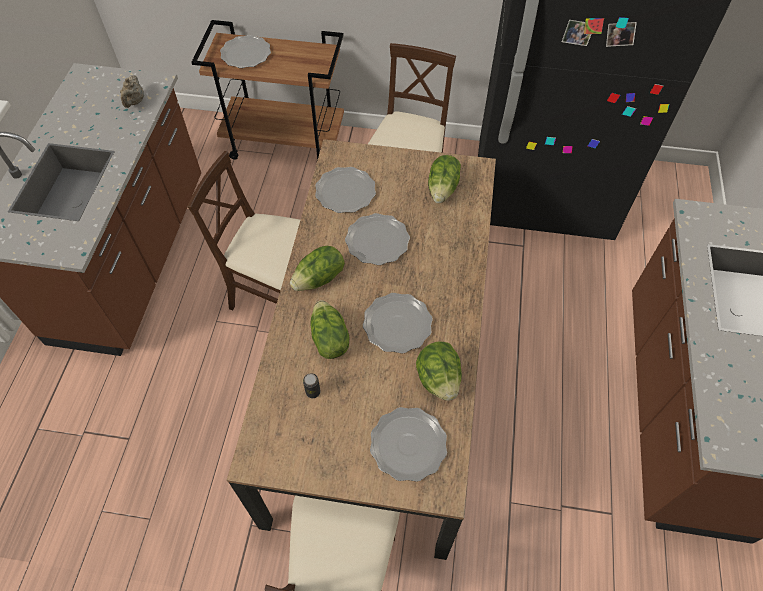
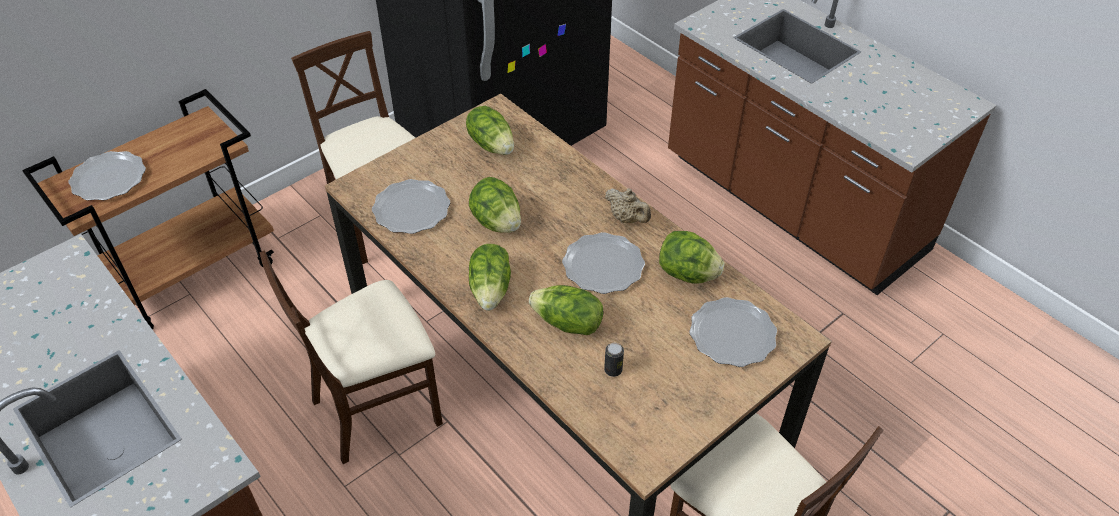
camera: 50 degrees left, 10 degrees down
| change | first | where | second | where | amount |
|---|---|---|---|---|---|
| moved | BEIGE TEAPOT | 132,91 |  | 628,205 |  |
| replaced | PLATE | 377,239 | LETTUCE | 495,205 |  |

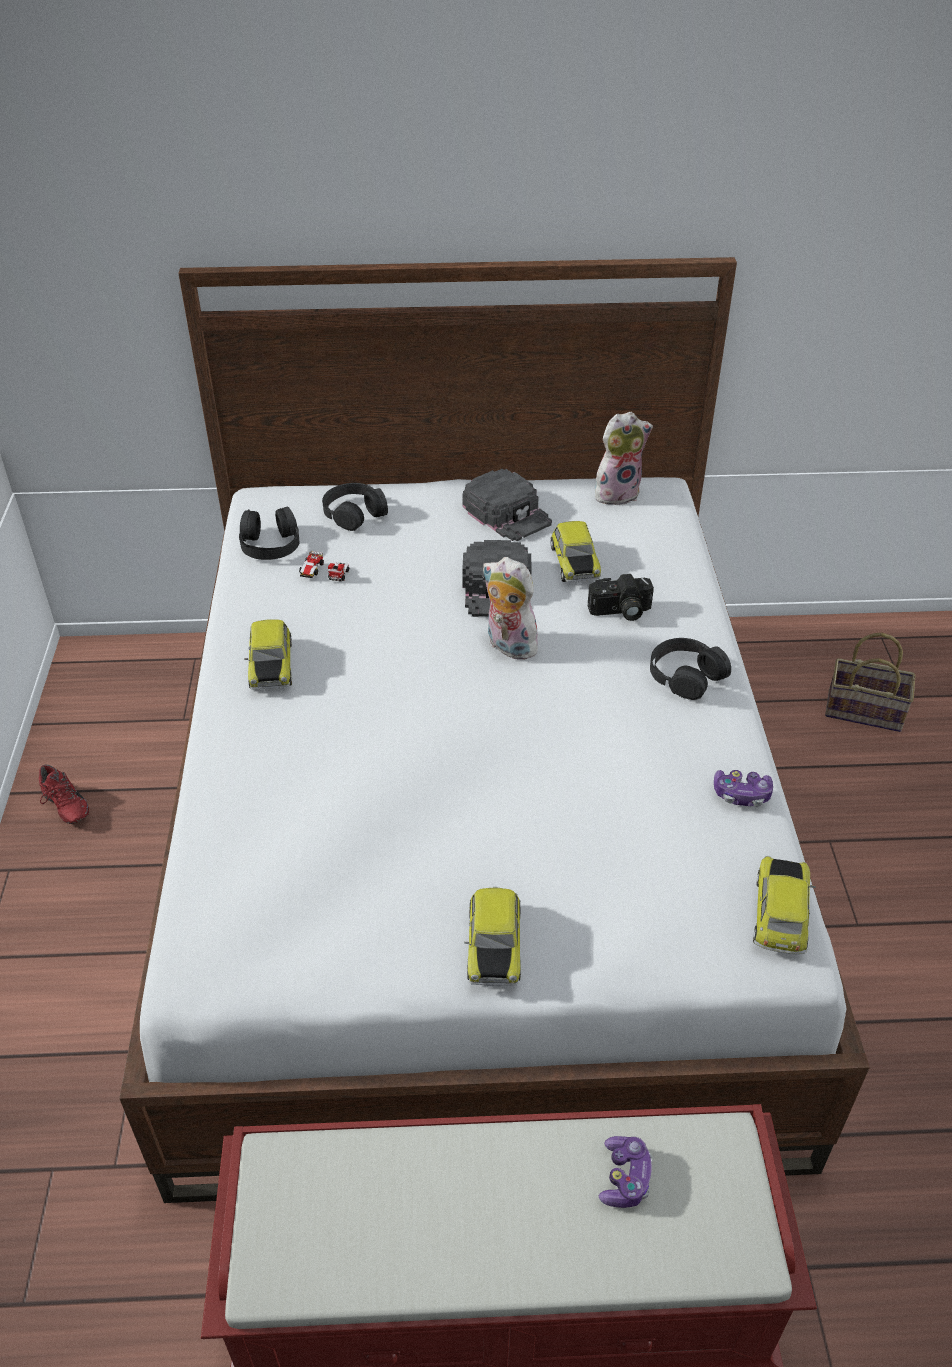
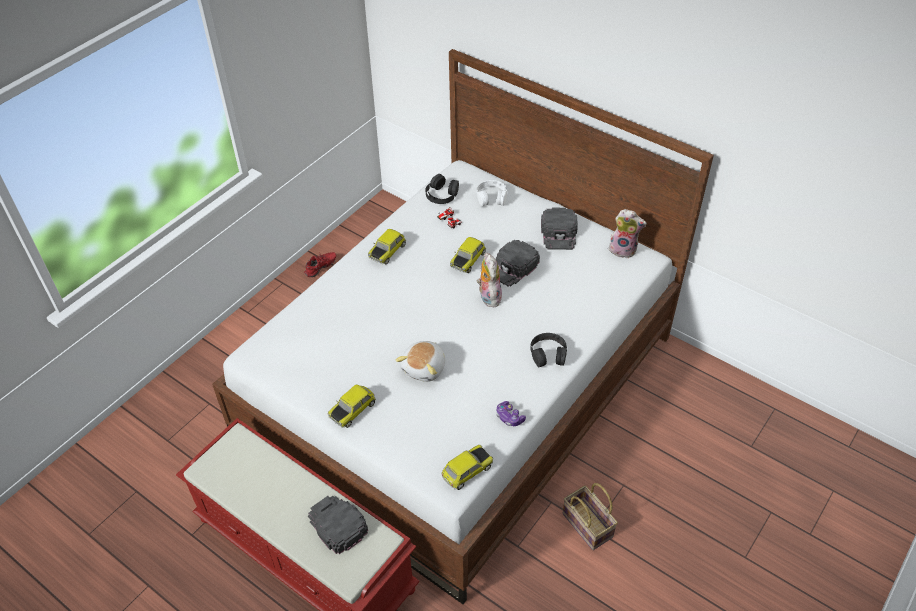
camera: 40 degrees right, 5 degrees up
| change | first | where | second | where | amount |
|---|---|---|---|---|---|
| recoloured | BLACK HEADPHONES | 355,507 | WHITE HEADPHONES | 492,193 |  |
| moved | TOY CAR | 575,552 |  | 468,255 |  |
| removed | PHOTO CAMERA | 621,597 |  |  |  |
| moved | BASKET | 870,682 |  | 590,516 |  |
| turned | RED SHOE | 64,794 |  | 320,264 | 135 degrees counterclockwise |
| replaced | GAME CONTROLLER | 626,1172 | BLACK CAP | 338,525 |  |
| added |  |  | PLUSH TOY | 420,361 |  |

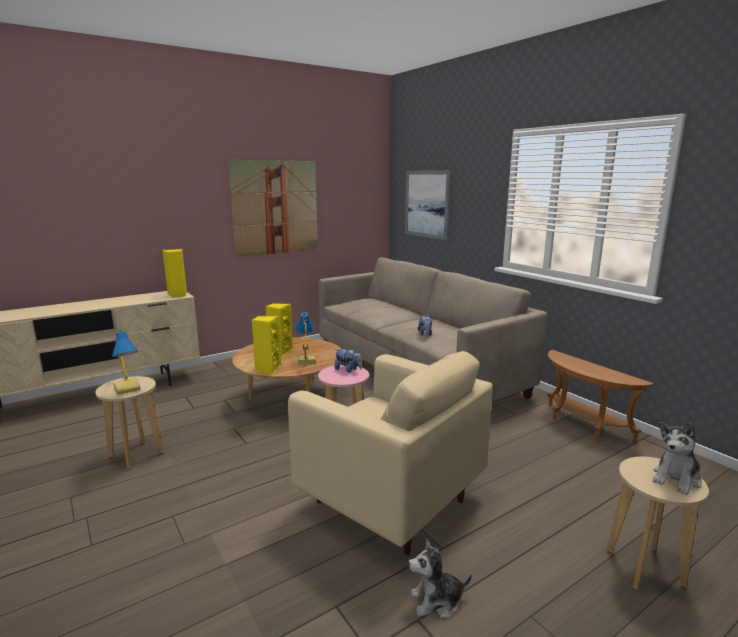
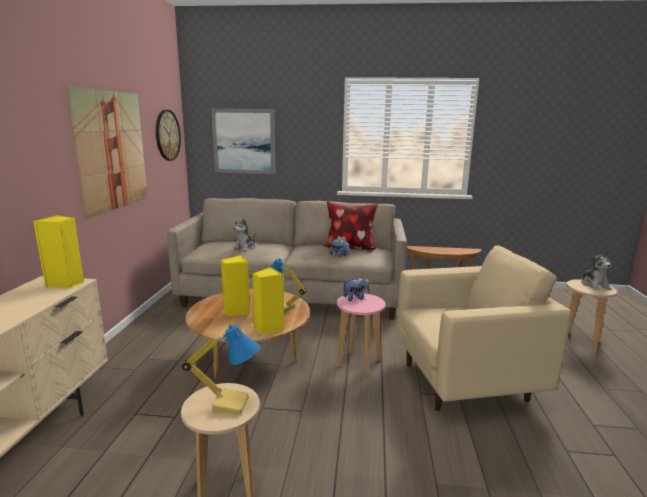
camera: 50 degrees left, 0 degrees up
| change | first | where | second | where | amount |
|---|---|---|---|---|---|
| moved | PLUSH TOY | 440,579 |  | 244,234 |  |
| added |  |  | WALL CLOCK | 168,135 |  |
| added |  |  | PILLOW | 350,226 |  |

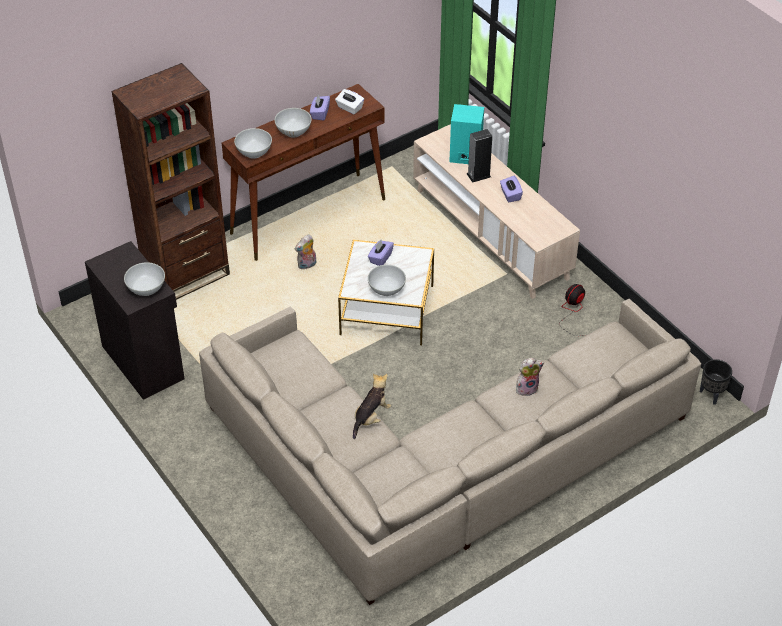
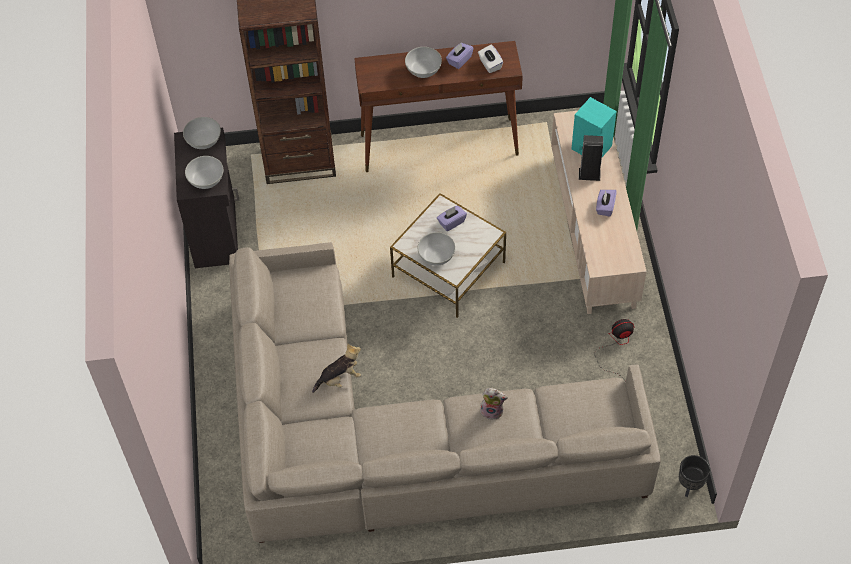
camera: 30 degrees right, 10 degrees up
| change | first | where | second | where | amount |
|---|---|---|---|---|---|
| moved | WHITE BOWL | 253,143 |  | 202,133 |  |
| removed | PLUSH TOY | 305,251 |  |  |  |

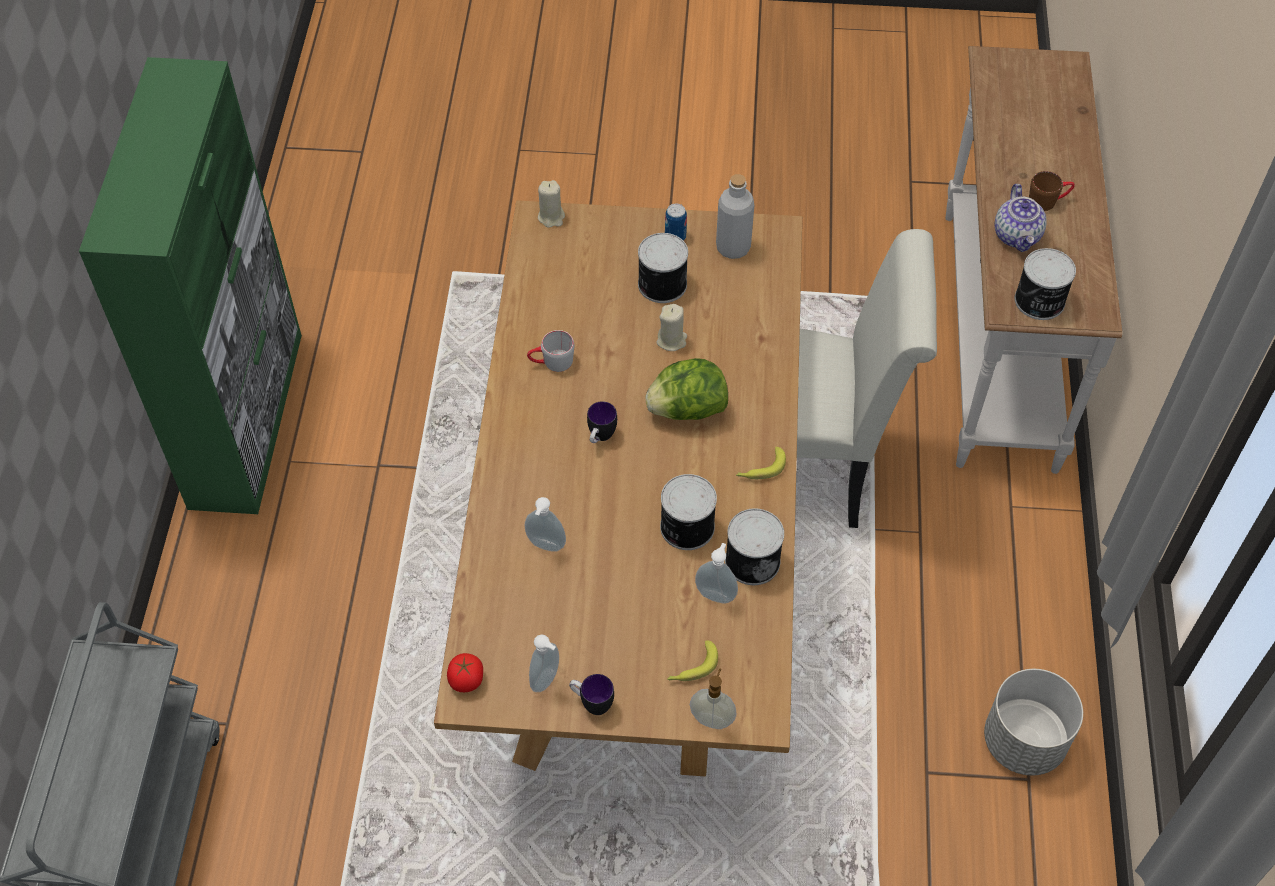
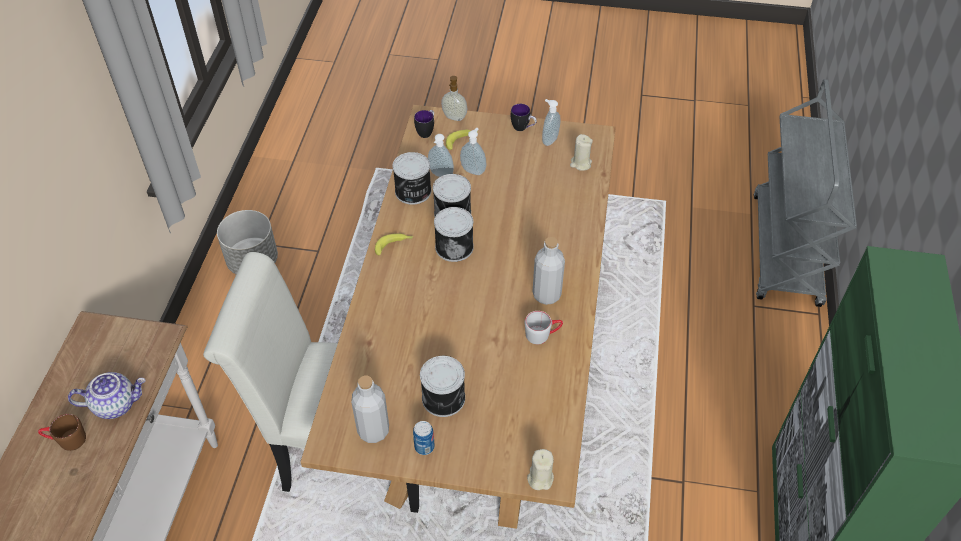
camera: 175 degrees left, 5 degrees down
| change | first | where | second | where | amount |
|---|---|---|---|---|---|
| turned | TEAPOT | 1021,218 |  | 107,395 | 75 degrees clockwise |
| moved | CAN | 1045,284 |  | 454,234 |  |
| moved | BEIGE CANDLE | 671,327 |  | 581,152 |  |
| removed | LETTUCE | 686,389 |  |  |  |
| moved | MUG | 602,422 |  | 424,124 |  |
| moved | SOAP DISPENSER | 545,524 |  | 473,151 |  |
| removed | TOMATO | 465,672 |  |  |  |
| added |  |  | GREY BOTTLE | 549,271 |  |

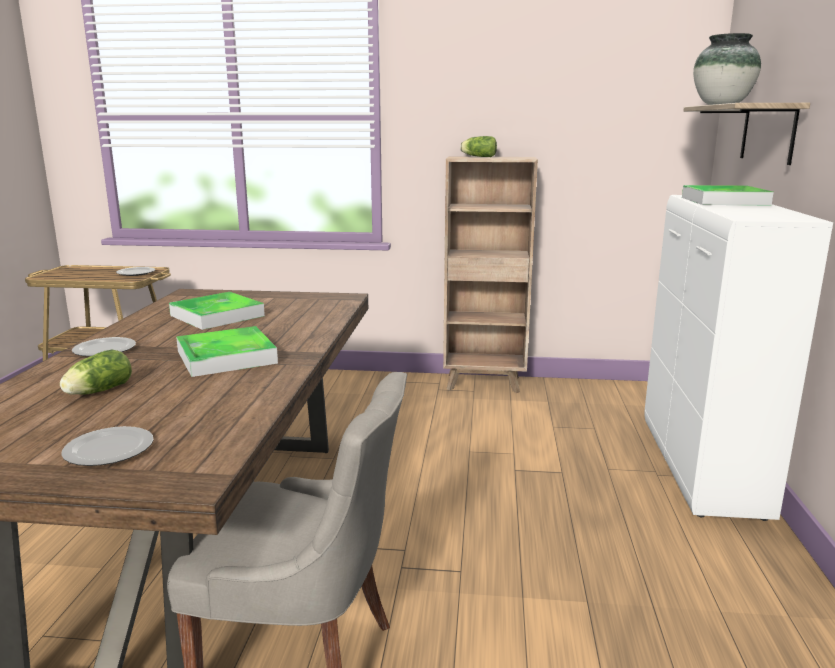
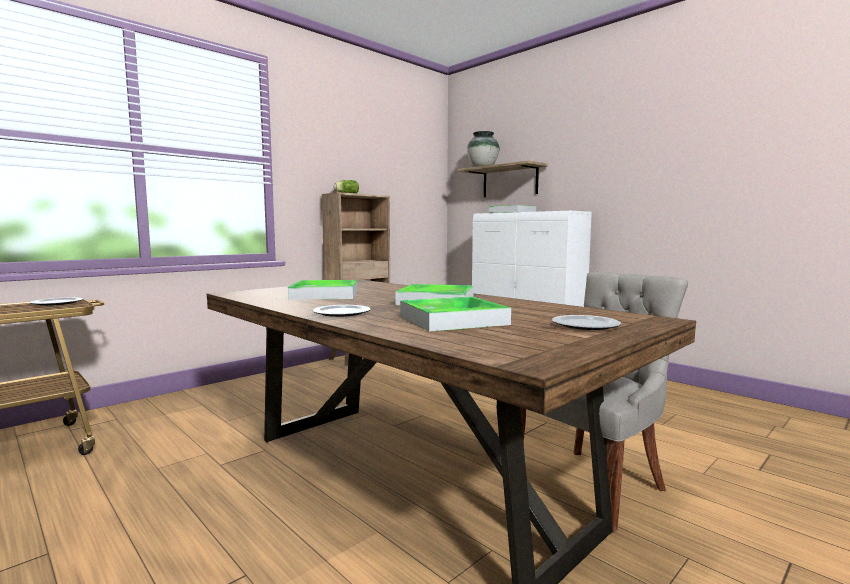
camera: 50 degrees left, 10 degrees down
| change | first | where | second | where | amount |
|---|---|---|---|---|---|
| replaced | LETTUCE | 96,372 | TRAY | 455,314 |  |

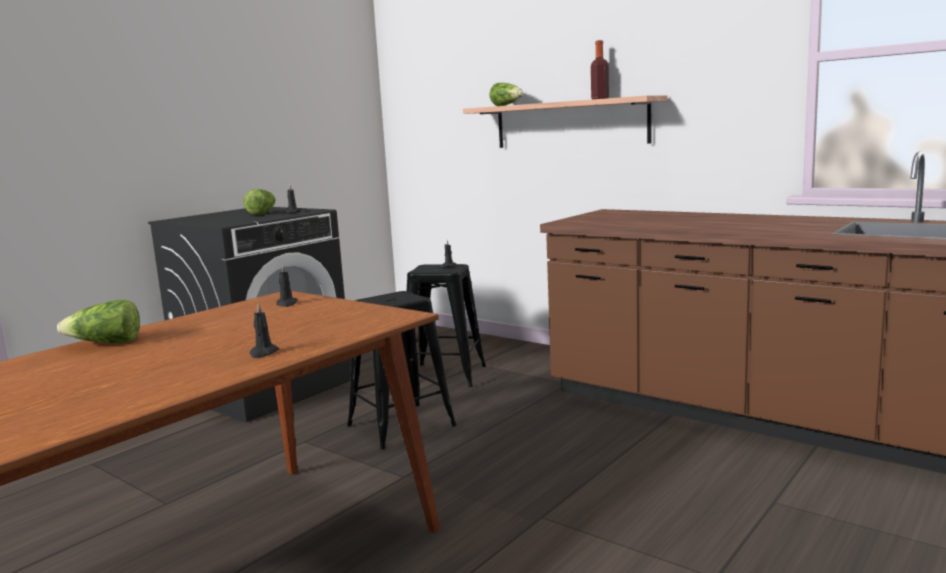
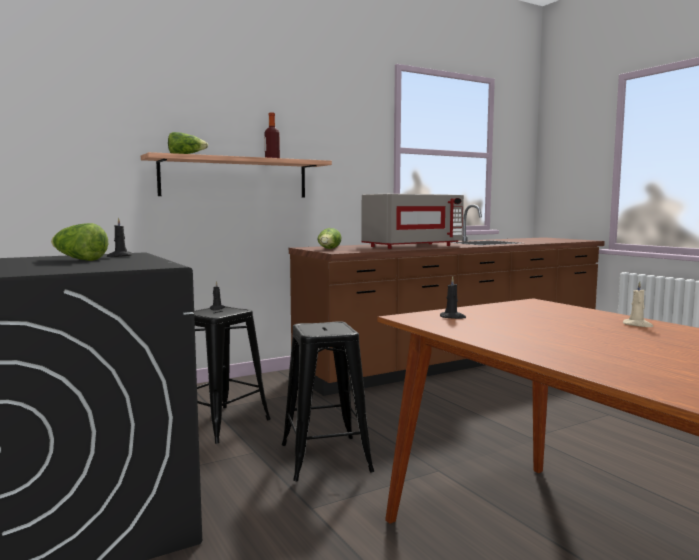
camera: 70 degrees left, 5 degrees down
| change | first | where | second | where | amount |
|---|---|---|---|---|---|
| moved | LETTUCE | 98,321 |  | 329,238 |  |
| recoloured | BLACK CANDLE | 264,330 | BEIGE CANDLE | 638,304 |  |
| added |  |  | GREY MICROWAVE | 413,221 |  |

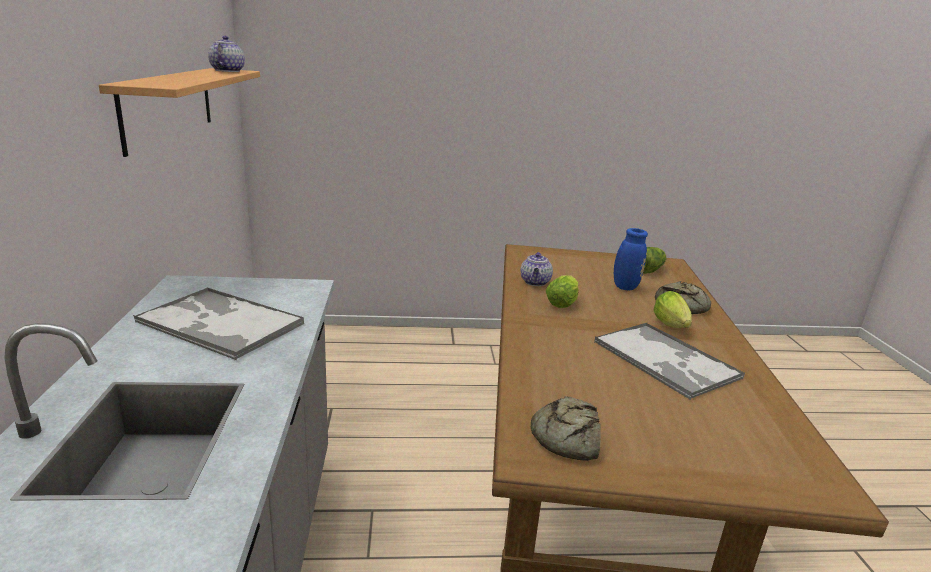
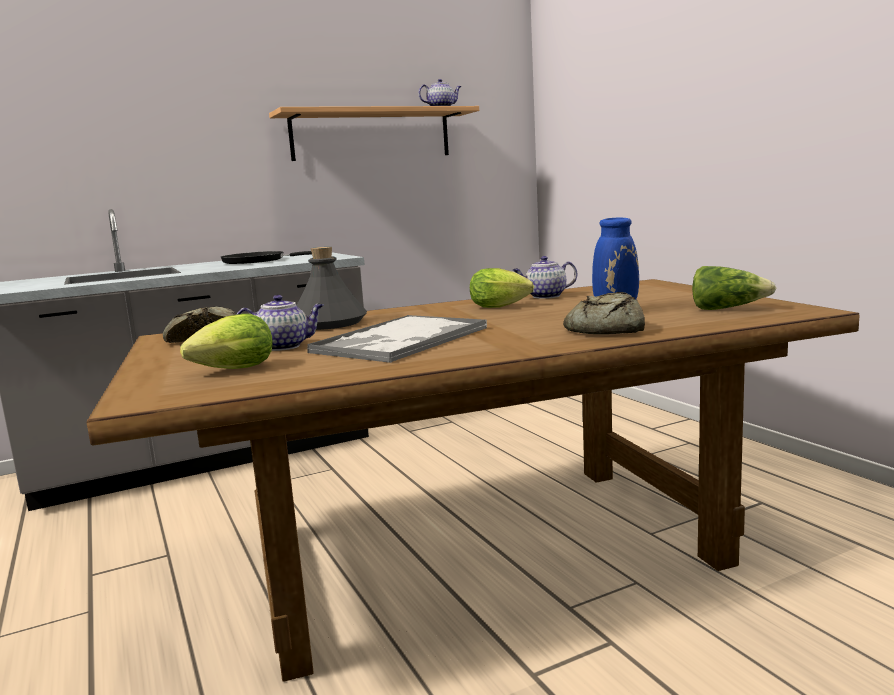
camera: 70 degrees right, 10 degrees down
| change | first | where | second | where | amount |
|---|---|---|---|---|---|
| replaced | TRAY | 218,324 | BLACK FRYING PAN | 266,257 |  |
| moved | LETTUCE | 673,309 |  | 226,341 |  |
| added |  |  | GREY BOTTLE | 331,288 |  |
| added |  |  | TEAPOT | 280,323 |  |

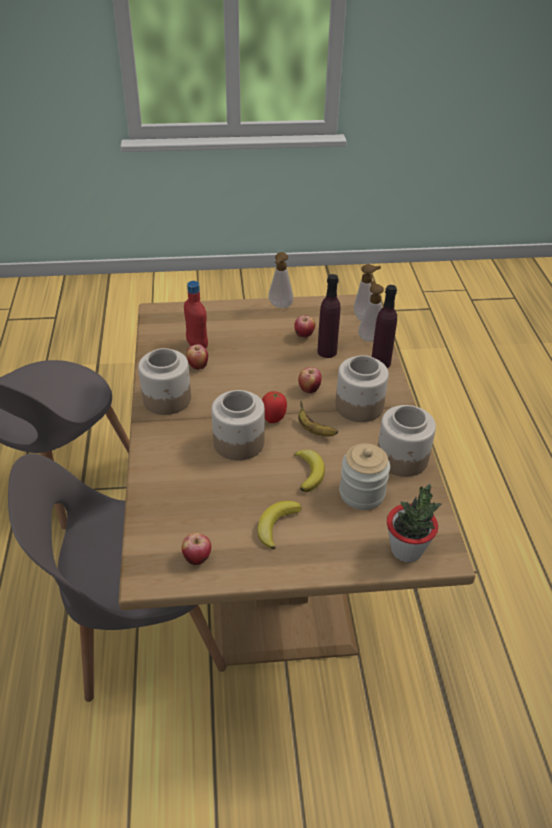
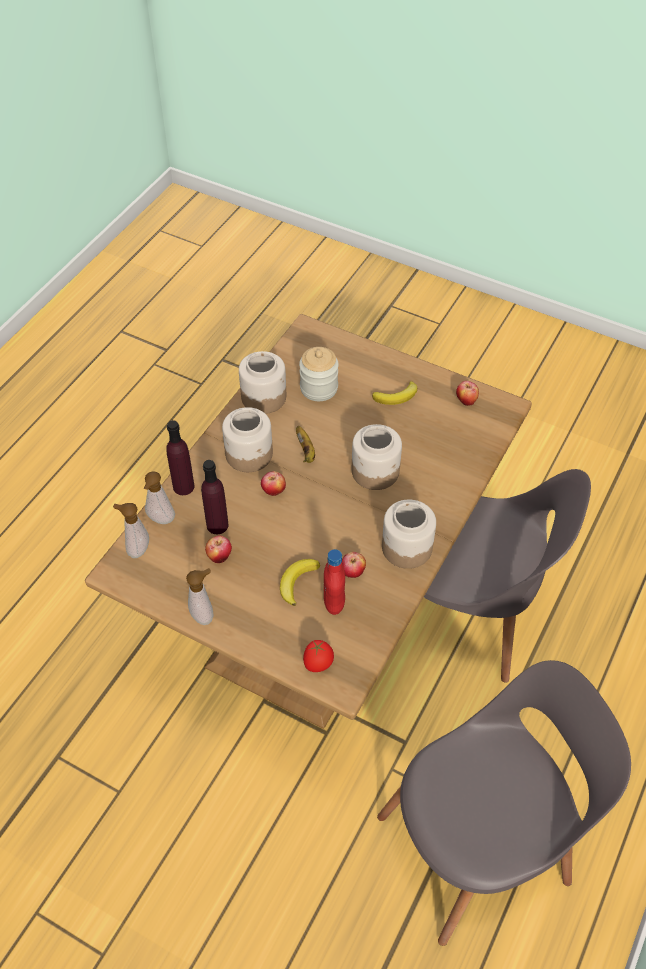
camera: 145 degrees left, 10 degrees up
| change | first | where | second | where | amount |
|---|---|---|---|---|---|
| moved | TOMATO | 274,407 |  | 318,656 |  |
| moved | BANANA | 309,471 |  | 300,582 |  |
| removed | POTTED PLANT | 414,523 |  |  |  |

